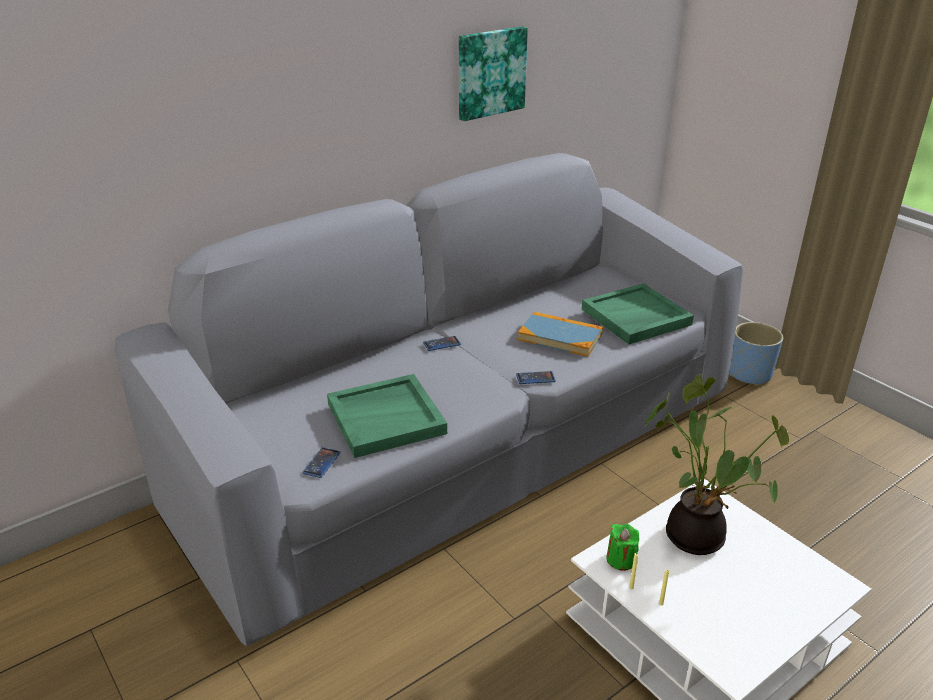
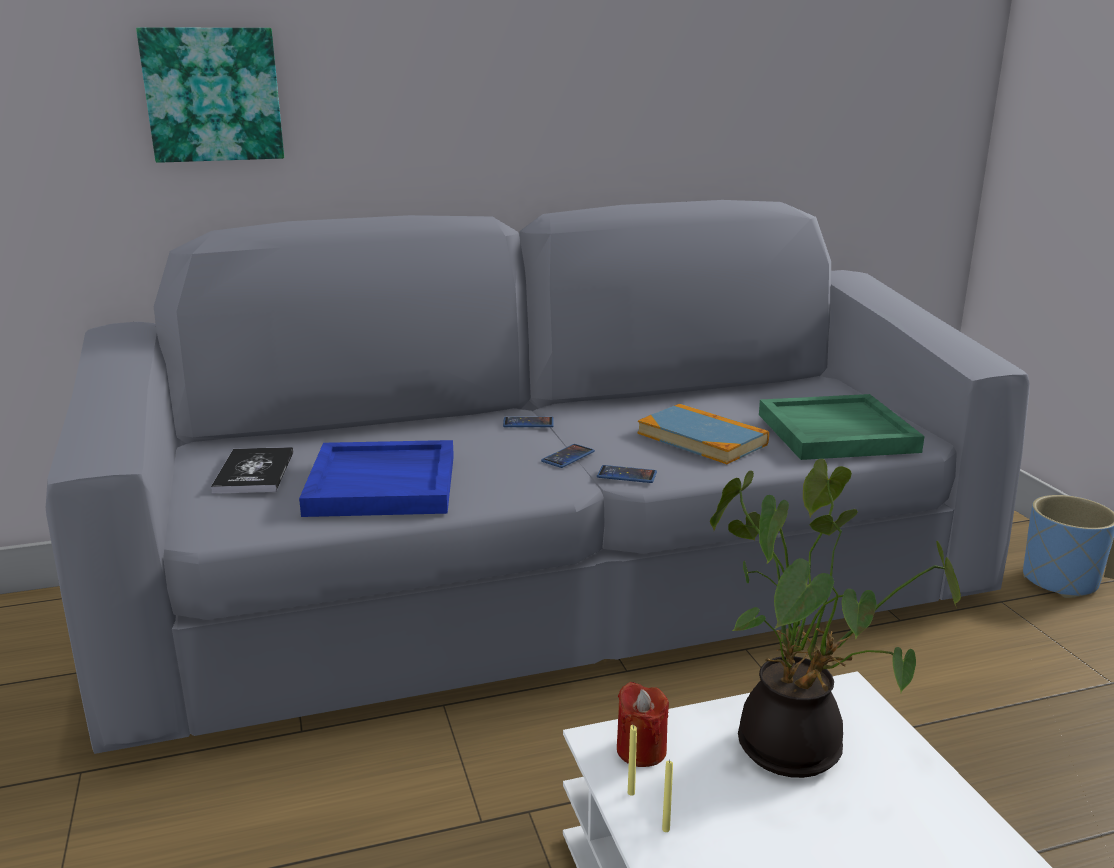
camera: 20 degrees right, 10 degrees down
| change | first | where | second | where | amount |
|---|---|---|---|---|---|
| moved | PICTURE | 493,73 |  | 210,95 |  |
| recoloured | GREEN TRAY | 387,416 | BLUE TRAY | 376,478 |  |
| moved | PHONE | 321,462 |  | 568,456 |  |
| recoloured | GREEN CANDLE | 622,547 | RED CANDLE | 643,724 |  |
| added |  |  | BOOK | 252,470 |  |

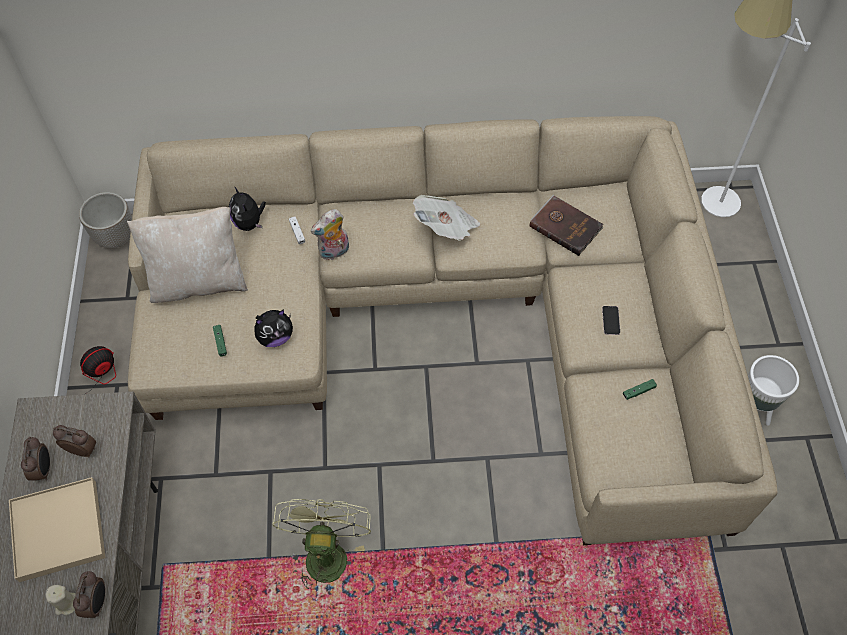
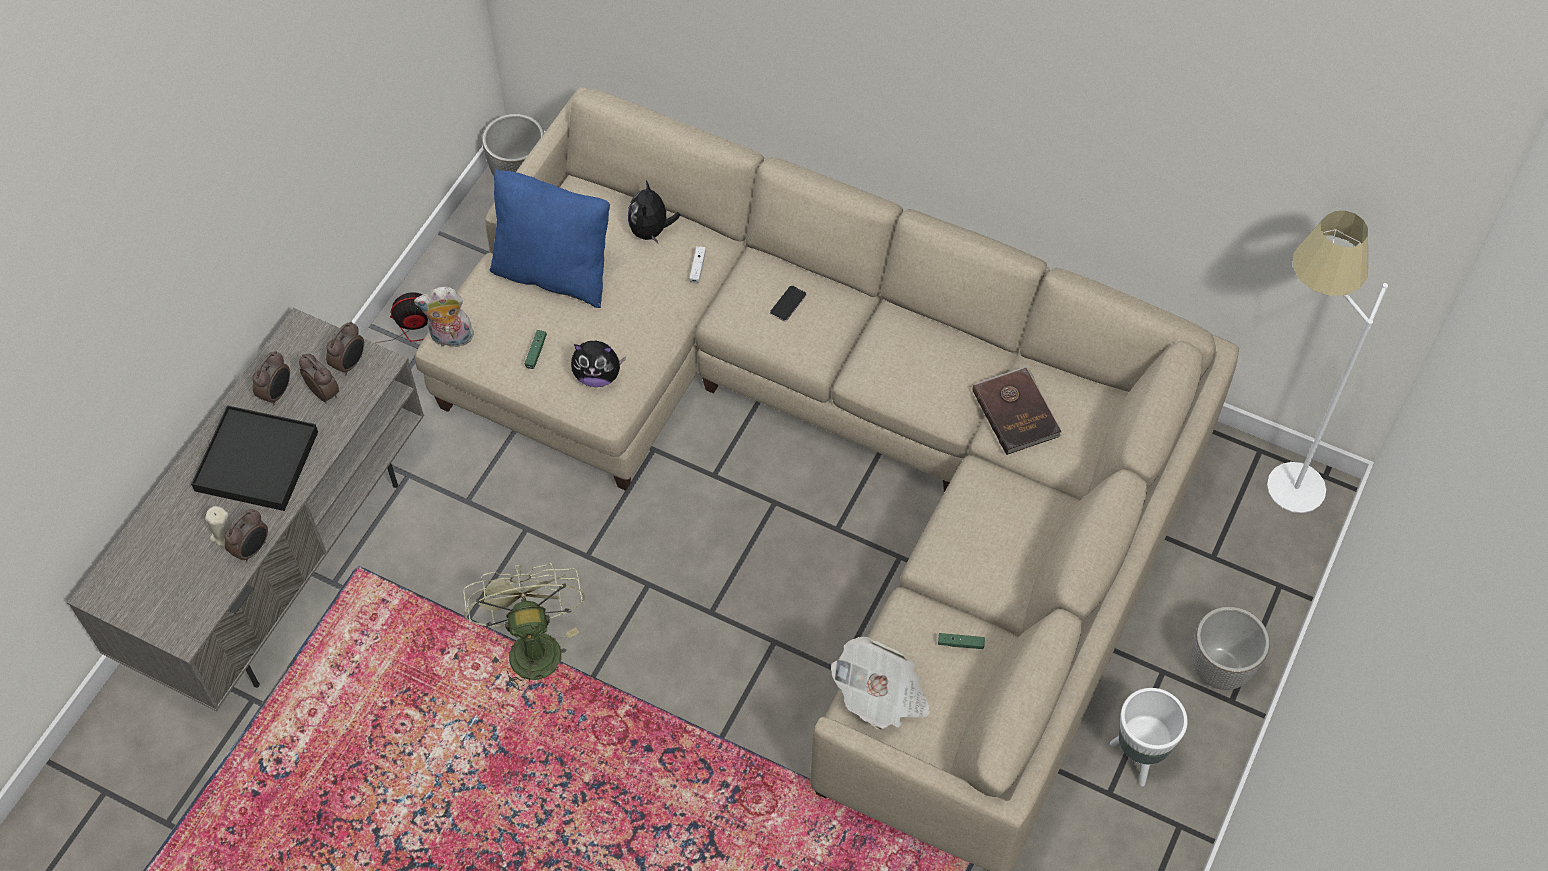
camera: 30 degrees right, 0 degrees up
| change | first | where | second | where | amount |
|---|---|---|---|---|---|
| moved | NEWSPAPER | 446,218 |  | 880,683 |  |
| recoloured | BEIGE PILLOW | 187,255 | BLUE PILLOW | 550,238 |  |
| moved | PLUSH TOY | 330,234 |  | 444,317 |  |
| moved | PHONE | 611,320 |  | 788,303 |  |
| recoloured | BEIGE TRAY | 57,529 | BLACK TRAY | 254,458 |  |
| turned | GREEN FAN | 321,544 |  | 524,627 | 45 degrees counterclockwise |
| added |  |  | ALARM CLOCK | 345,349 |  |
| added |  |  | PLANTER | 1230,648 |  |

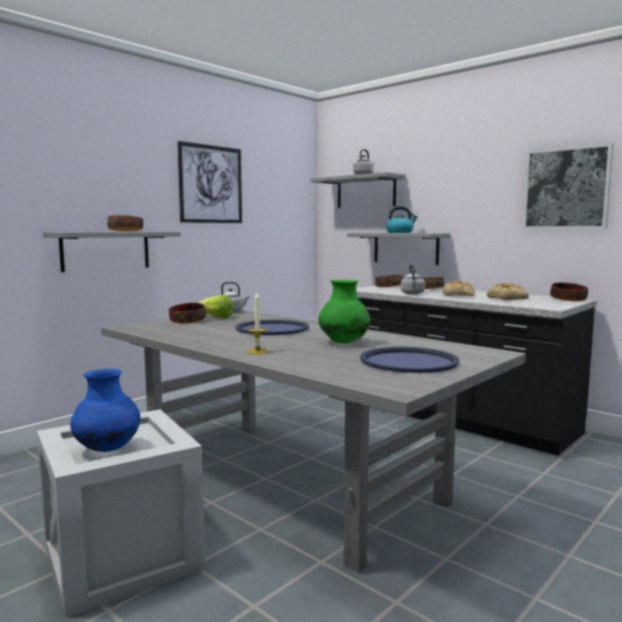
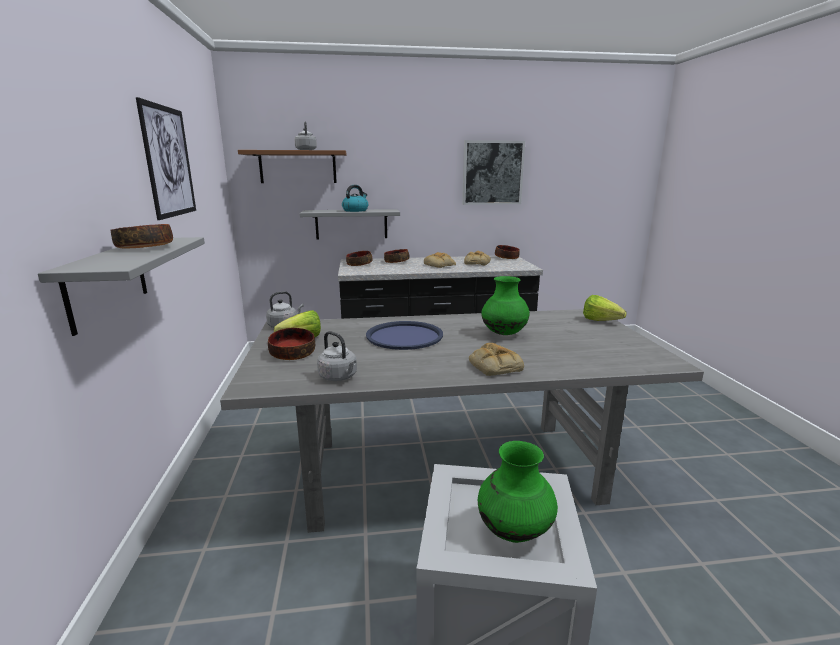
camera: 50 degrees left, 10 degrees up
| change | first | where | second | where | amount |
|---|---|---|---|---|---|
| recoloured | GREY SHELF | 358,190 | BROWN SHELF | 292,166 |  |
| moved | GREY KETTLE | 413,279 |  | 337,356 |  |
| replaced | CANDLE | 258,323 | BREAD | 496,359 |  |
| removed | BLUE TRAY | 410,360 |  |  |  |
| recoloured | BLUE VASE | 105,410 | GREEN VASE | 518,492 |  |
| added |  |  | LETTUCE | 605,308 |  |

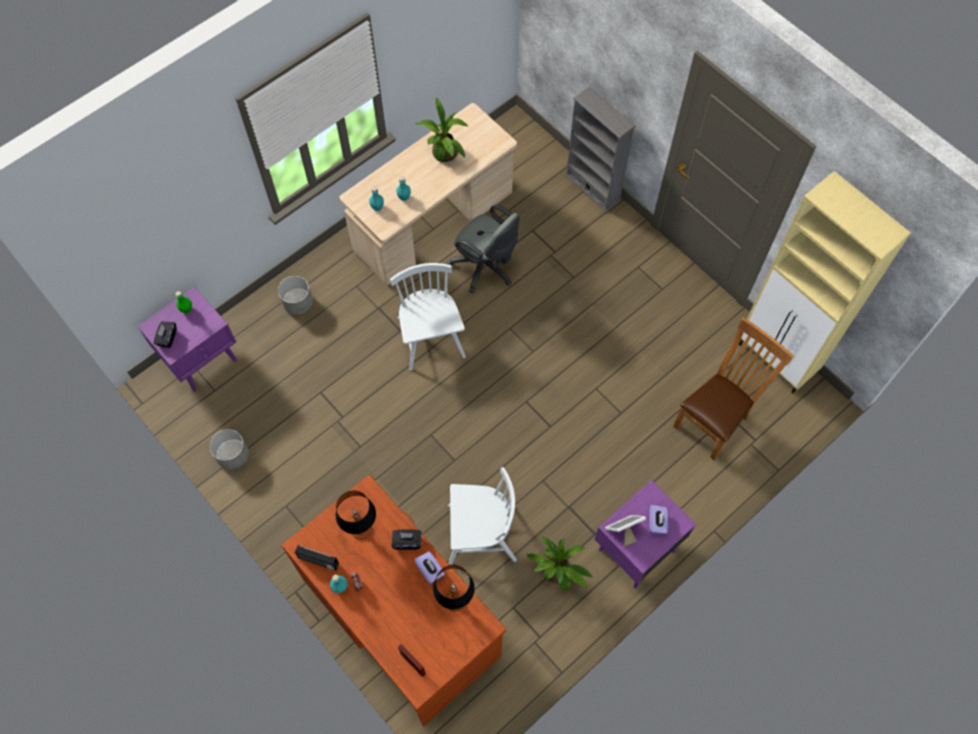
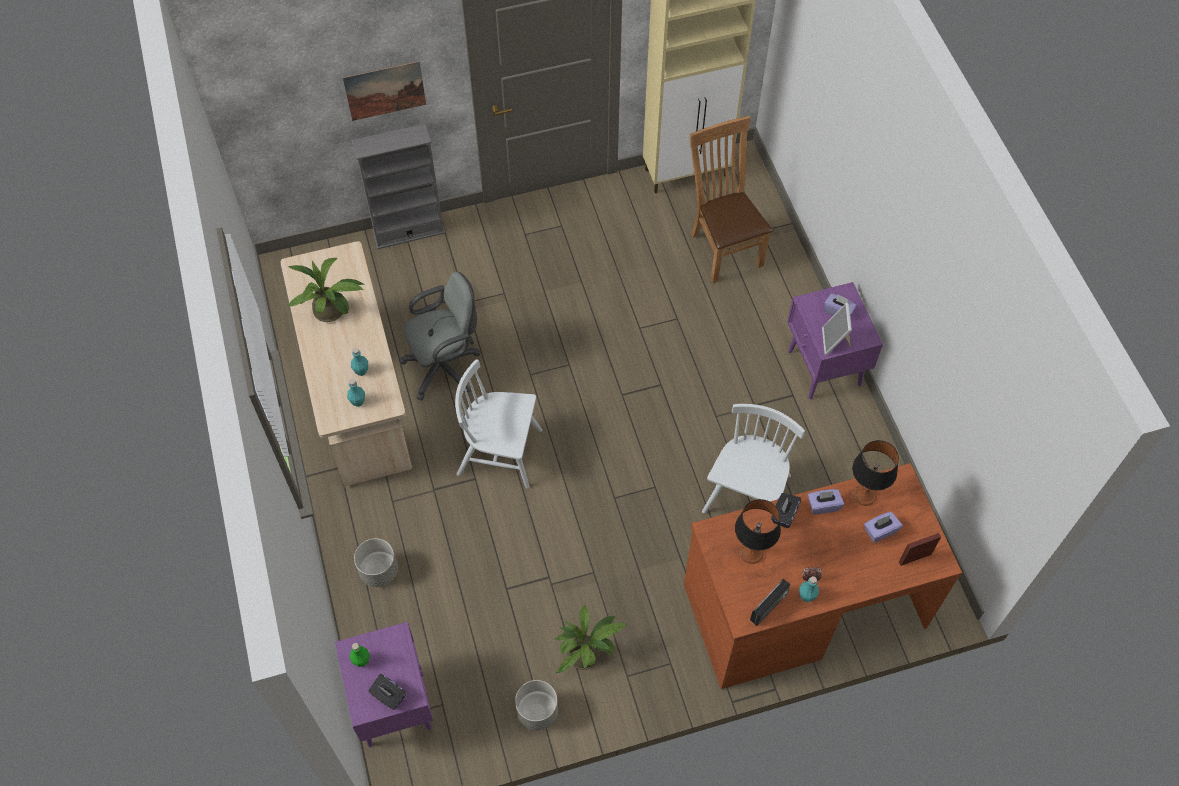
camera: 65 degrees left, 5 degrees down
| change | first | where | second | where | amount |
|---|---|---|---|---|---|
| moved | POTTED PLANT | 559,563 |  | 591,639 |  |
| added |  |  | PICTURE | 384,90 |  |
| added |  |  | PURPLE TISSUE BOX | 883,527 |  |

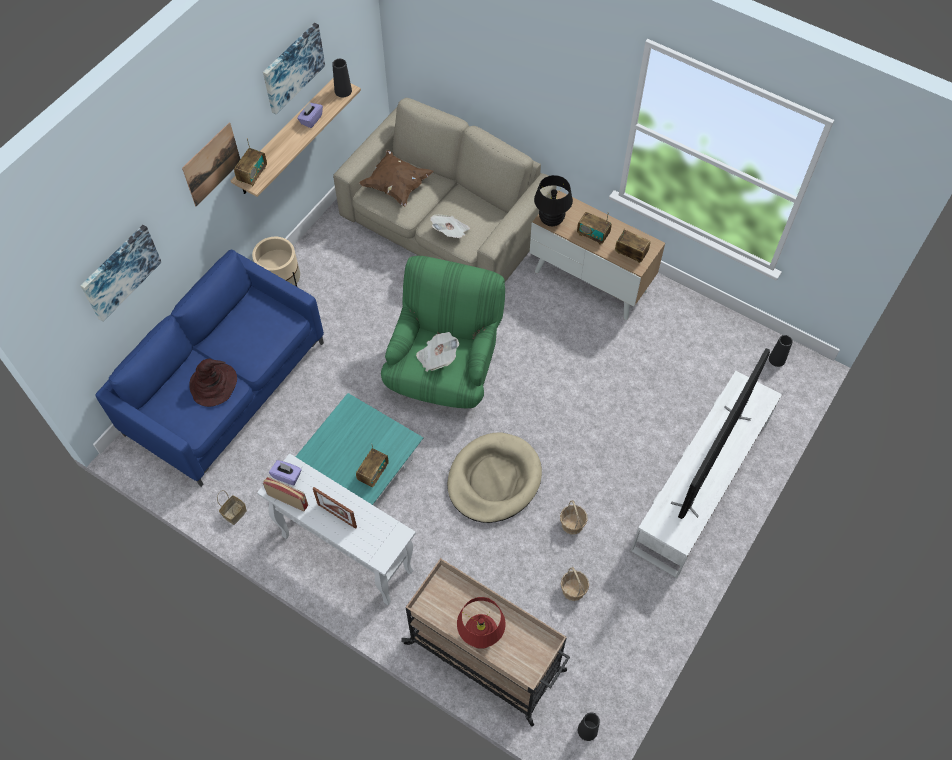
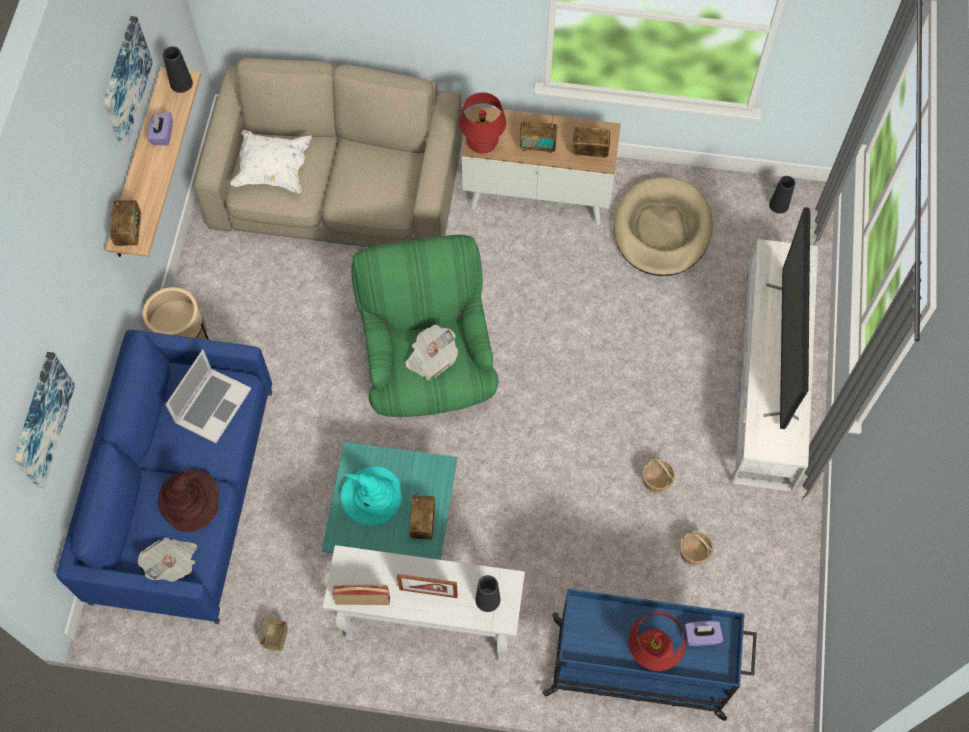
camera: 25 degrees left, 5 degrees up
| change | first | where | second | where | amount |
|---|---|---|---|---|---|
| removed | PICTURE | 211,164 |  |  |  |
| recoloured | BROWN PILLOW | 396,178 | WHITE PILLOW | 271,161 |  |
| recoloured | BLACK TABLE LAMP | 553,200 | RED TABLE LAMP | 482,123 |  |
| moved | NEWSPAPER | 450,226 |  | 167,559 |  |
| moved | BEIGE DOG BED | 494,477 |  | 663,226 |  |
| moved | PURPLE TISSUE BOX | 285,472 |  | 704,633 |  |
| recoloured | BEIGE CART | 485,642 | BLUE CART | 649,655 |  |
| moved | BLACK VASE | 589,726 |  | 487,593 |  |
| added |  |  | LAPTOP | 208,396 |  |
| added |  |  | TURQUOISE HAT | 371,496 |  |

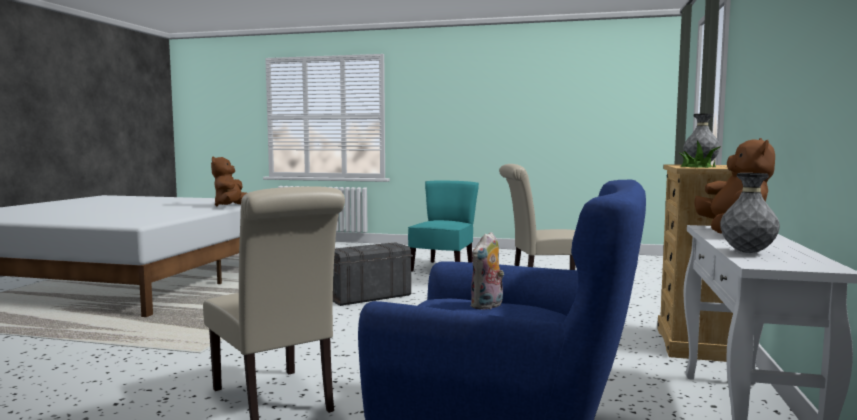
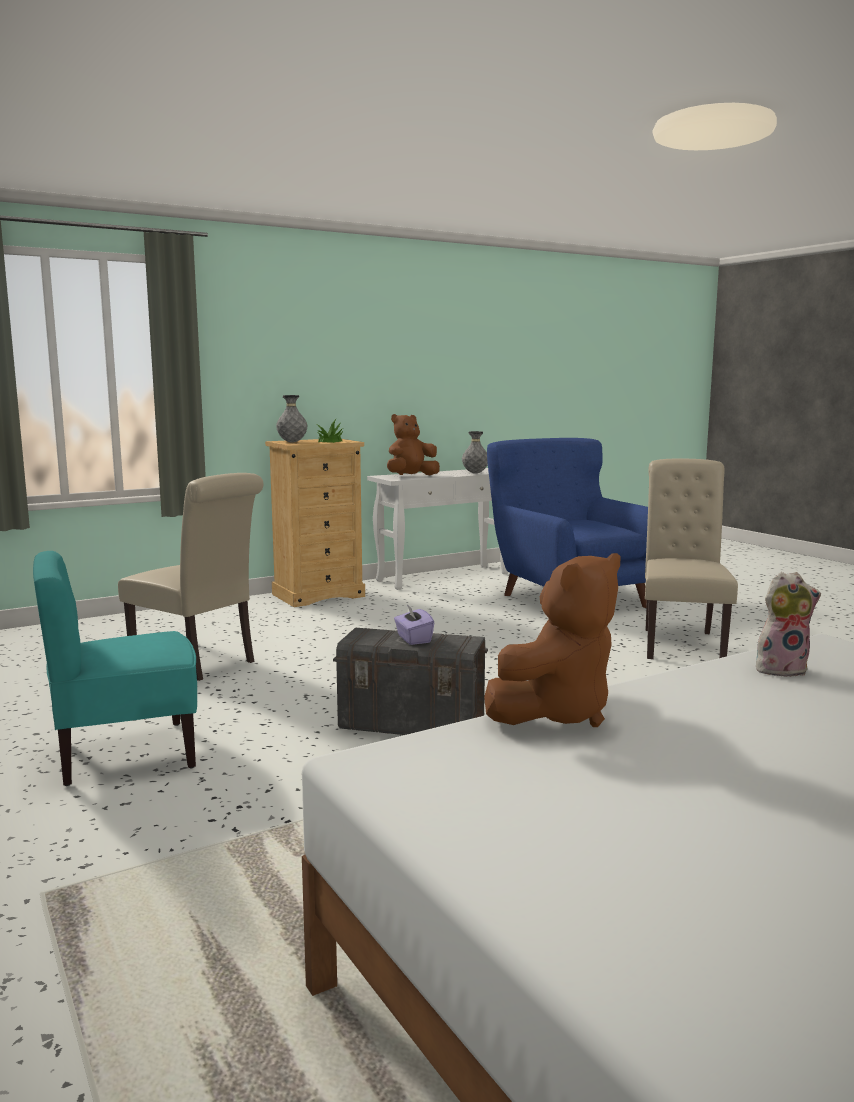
camera: 135 degrees left, 5 degrees up
| change | first | where | second | where | amount |
|---|---|---|---|---|---|
| moved | PLUSH TOY | 487,271 |  | 788,624 |  |
| added |  |  | PURPLE TISSUE BOX | 414,624 |  |

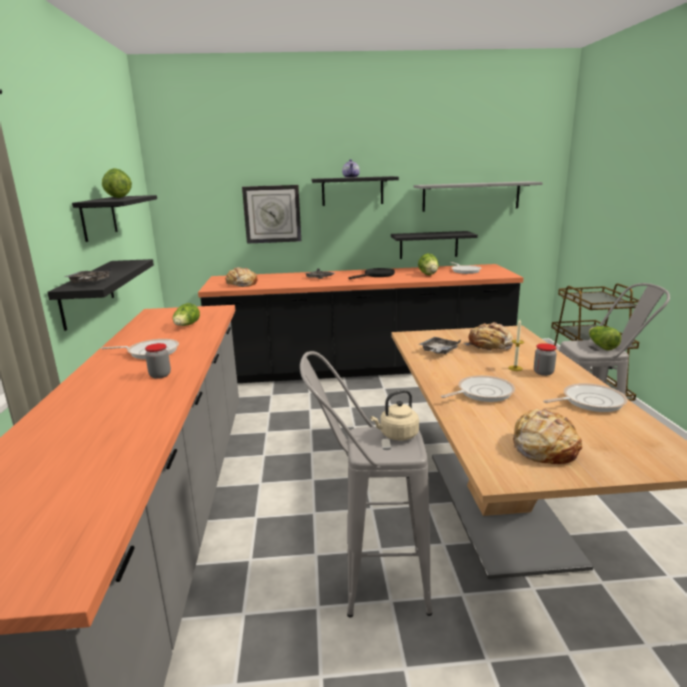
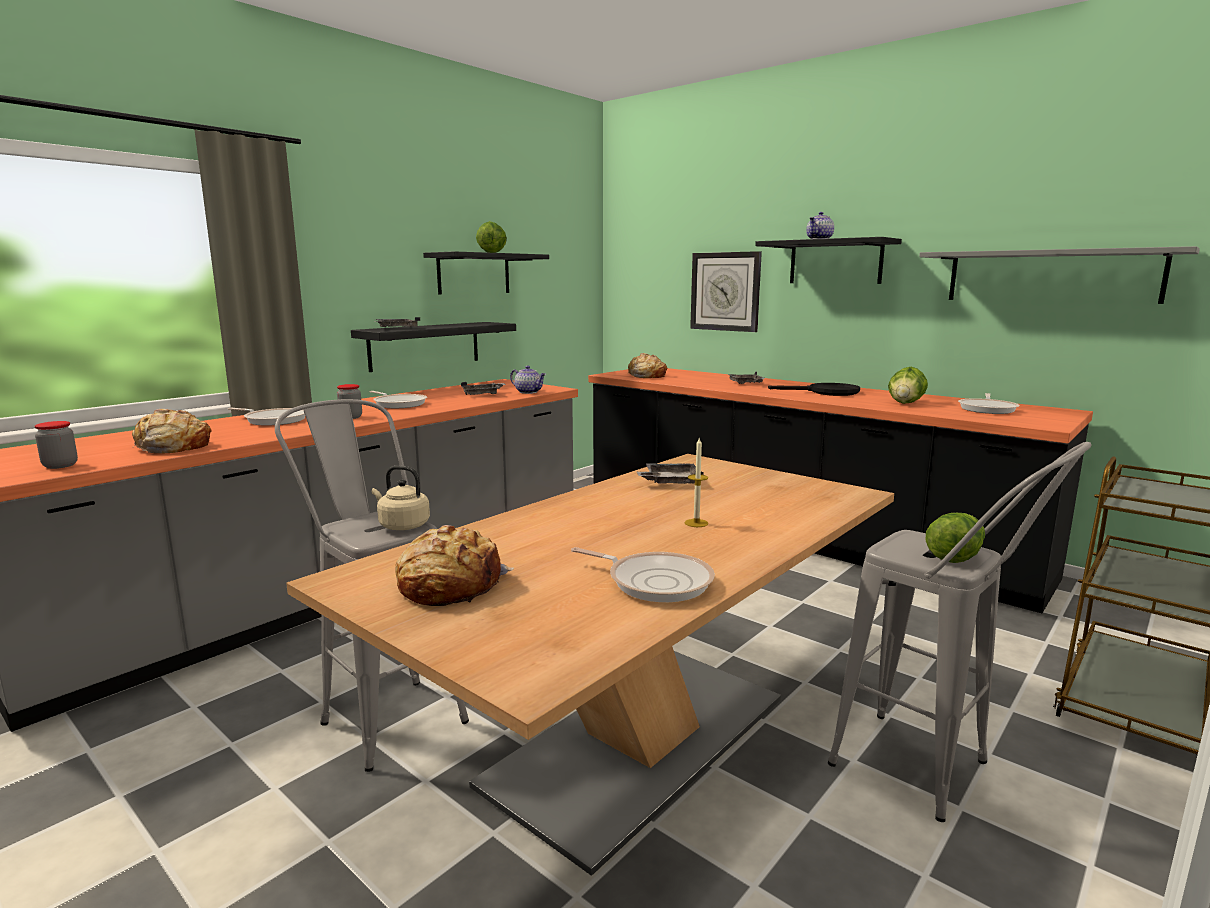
camera: 45 degrees right, 5 degrees down
| change | first | where | second | where | amount |
|---|---|---|---|---|---|
| removed | BLACK SHELF | 434,245 |  |  |  |
| replaced | LETTUCE | 186,314 | GREY TRAY | 483,388 |  |
| moved | BREAD | 487,336 |  | 172,431 |  |
| moved | JAR | 545,359 |  | 56,445 |  |
| moved | FRYING PAN | 478,388 |  | 266,417 |  |
| added |  |  | TEAPOT | 528,380 |  |

